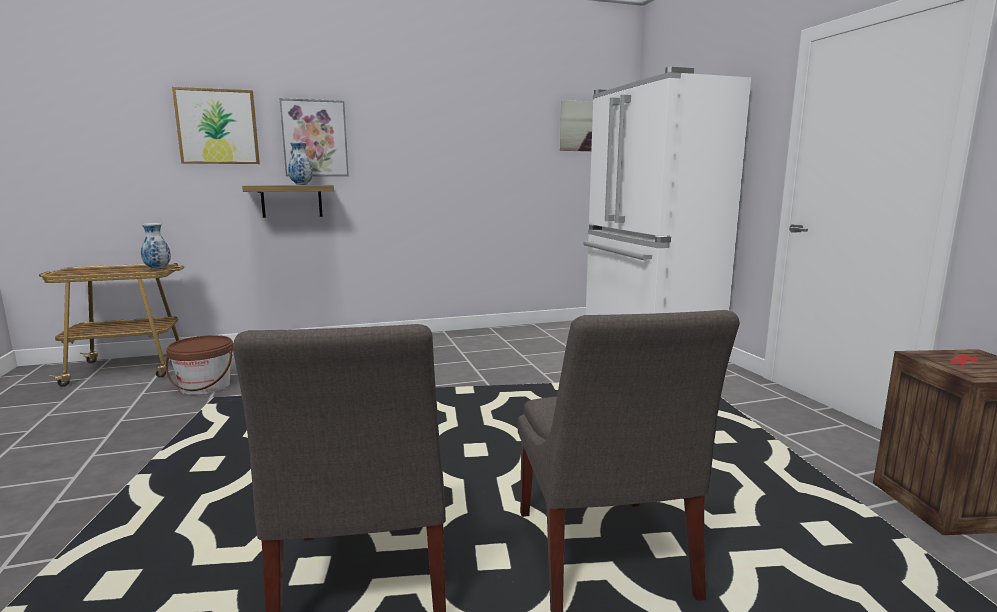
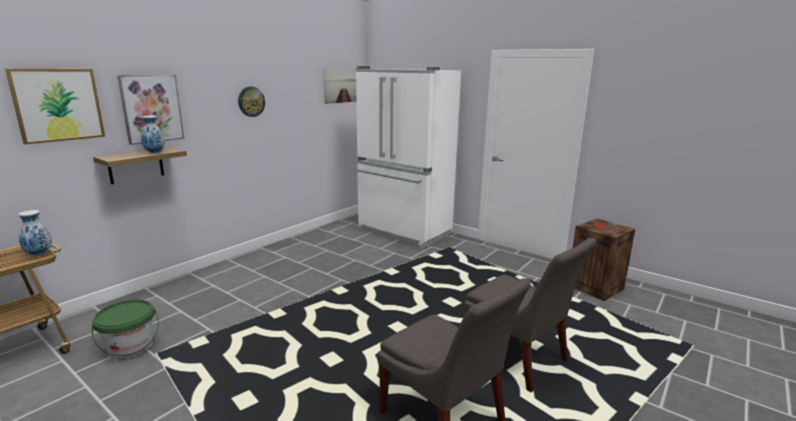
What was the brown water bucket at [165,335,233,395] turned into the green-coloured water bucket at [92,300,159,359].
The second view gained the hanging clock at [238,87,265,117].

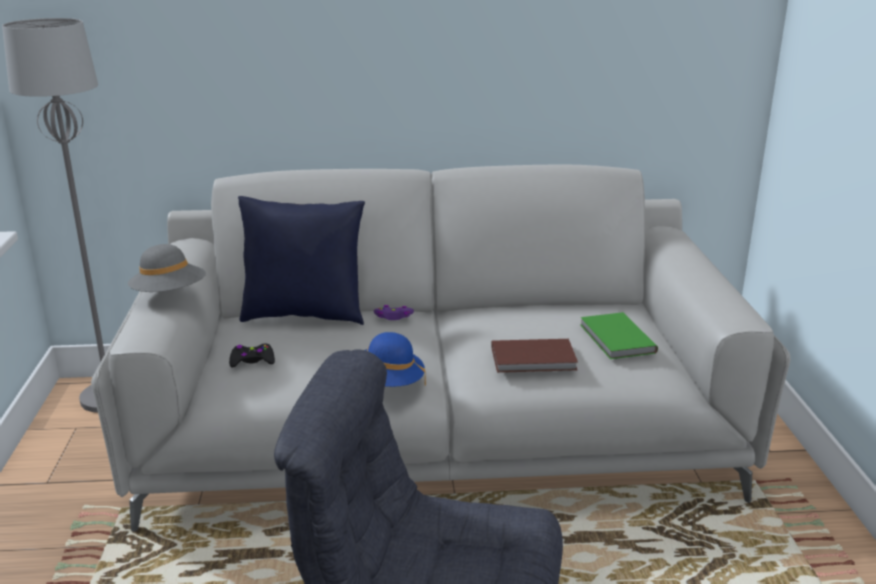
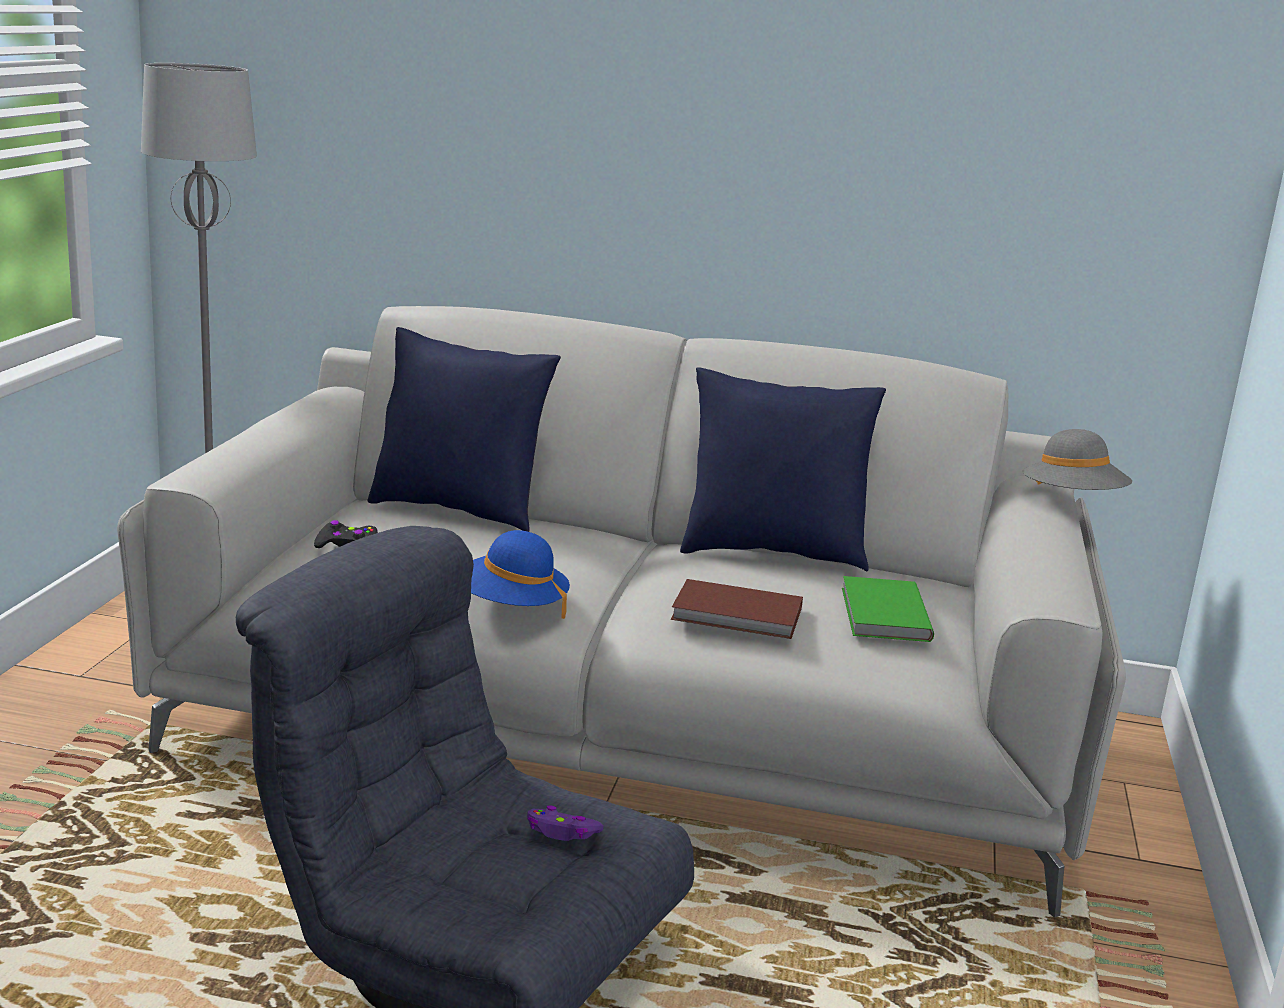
The purple-coloured game controller ended up elsewhere, having gone from [374,305,414,320] to [527,805,604,841].
The second view gained the bluish pillow at [680,367,886,571].
The gray clothing hat ended up elsewhere, having gone from [128,244,206,292] to [1022,429,1132,490].

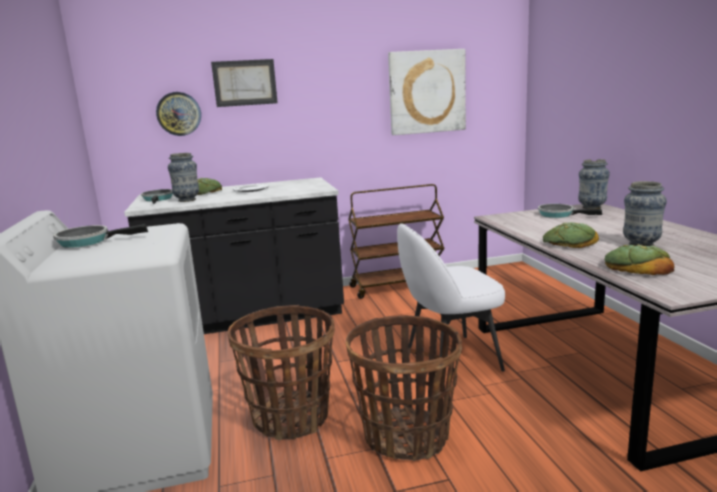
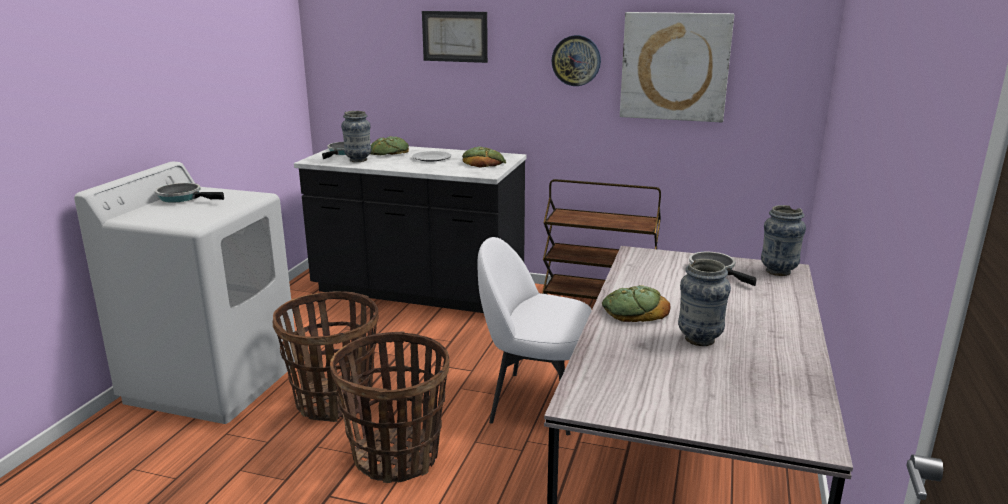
The bread ended up elsewhere, having gone from [604,245,675,275] to [462,146,506,168].
The hanging clock ended up elsewhere, having gone from [156,92,201,136] to [552,35,601,86].

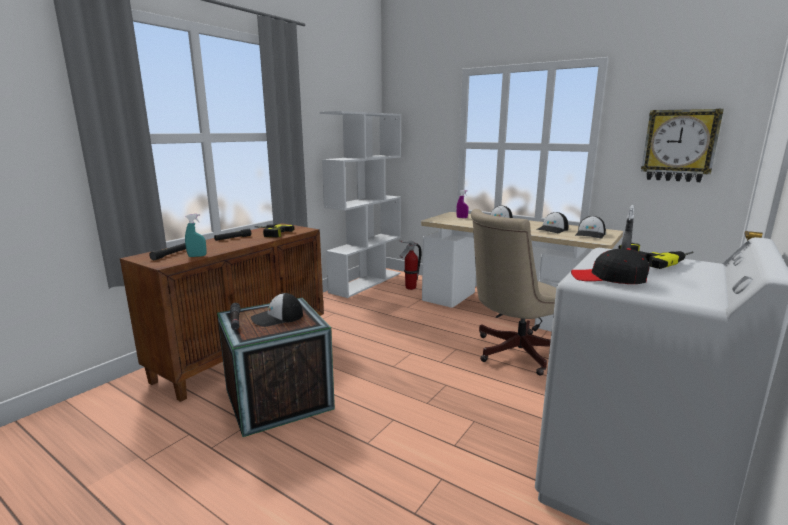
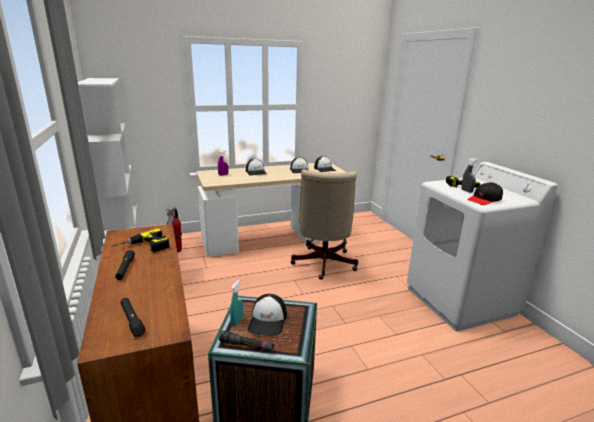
The turquoise sprayer ended up elsewhere, having gone from [185,214,207,257] to [230,280,243,326].
The second view lost the hanging clock at [641,109,724,182].

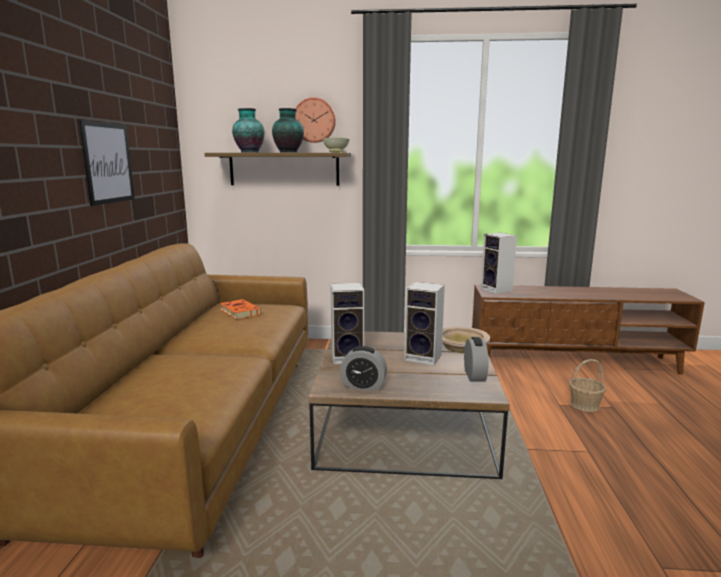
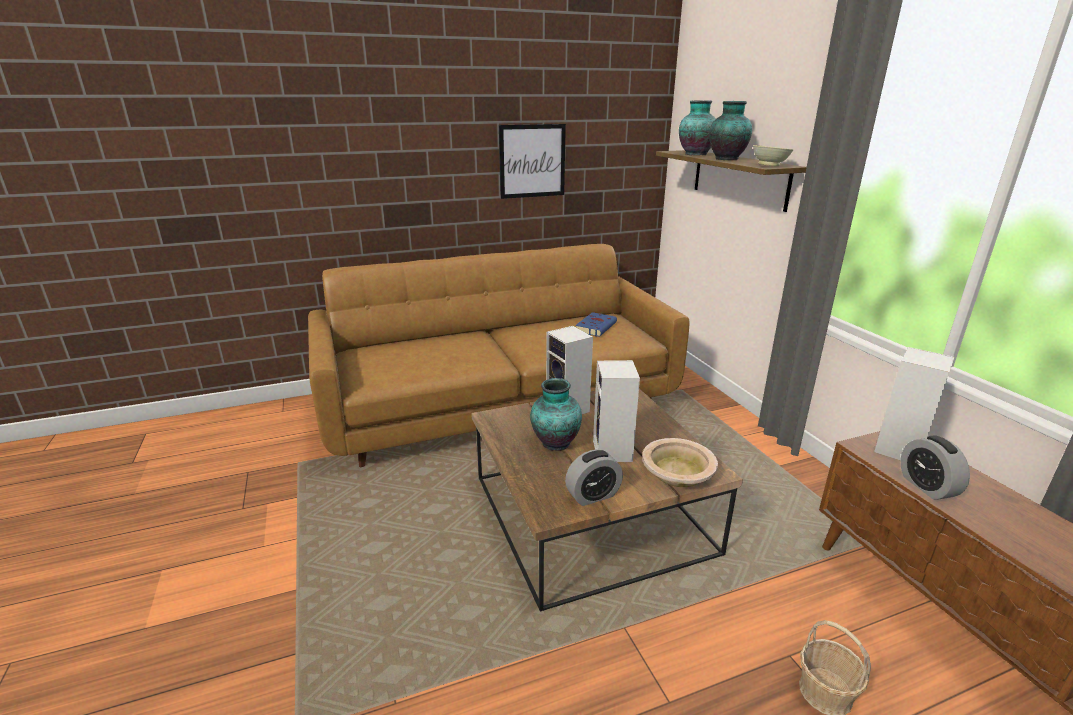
The second view gained the flower vase at [530,378,582,451].
What was the orange bound book at [220,299,262,319] turned into the bluish bound book at [575,312,617,337].
The alarm clock ended up elsewhere, having gone from [340,346,387,391] to [900,435,970,500].
The second view lost the hanging clock at [295,97,336,143].

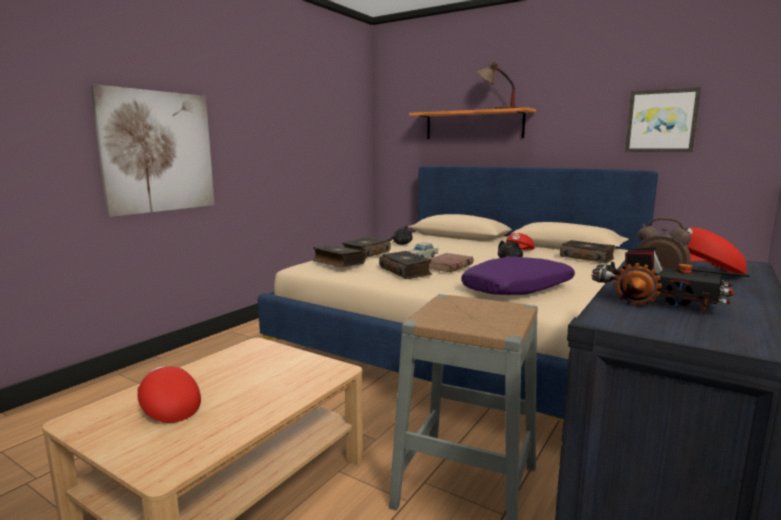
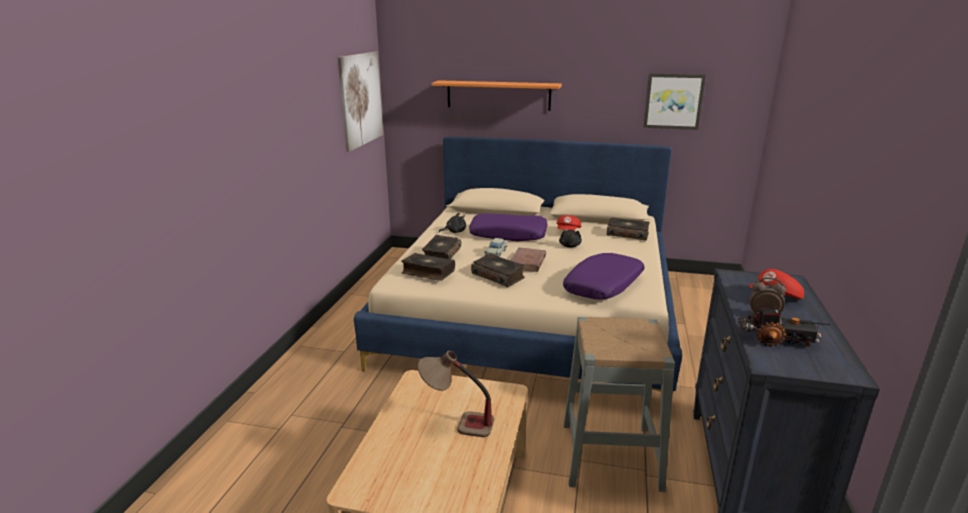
The wall art ended up elsewhere, having gone from [91,84,215,217] to [338,52,383,152].
The tabletop lamp ended up elsewhere, having gone from [477,62,517,109] to [418,351,494,437].
The second view gained the purple-coloured pillow at [469,213,548,241].
The second view lost the reddish baseball cap at [137,366,201,423].

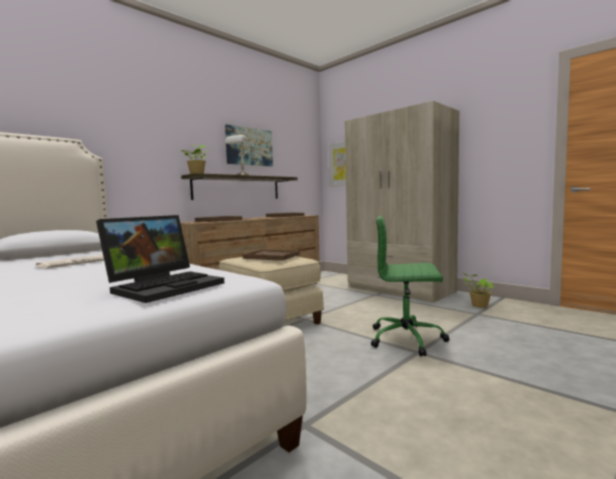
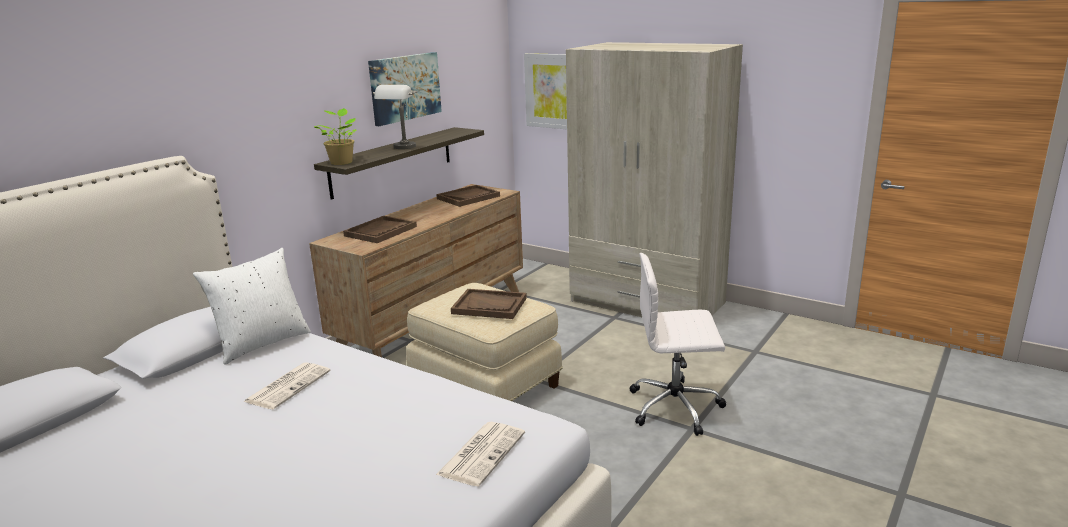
The second view gained the white-coloured pillow at [193,248,311,365].
Where the notebook computer stood at [96,215,224,303], the printed paper came to stand at [436,422,525,486].
What was the green-coloured office chair at [371,216,449,357] turned into the white-coloured office chair at [630,253,726,436].
The second view lost the houseplant at [463,273,493,308].

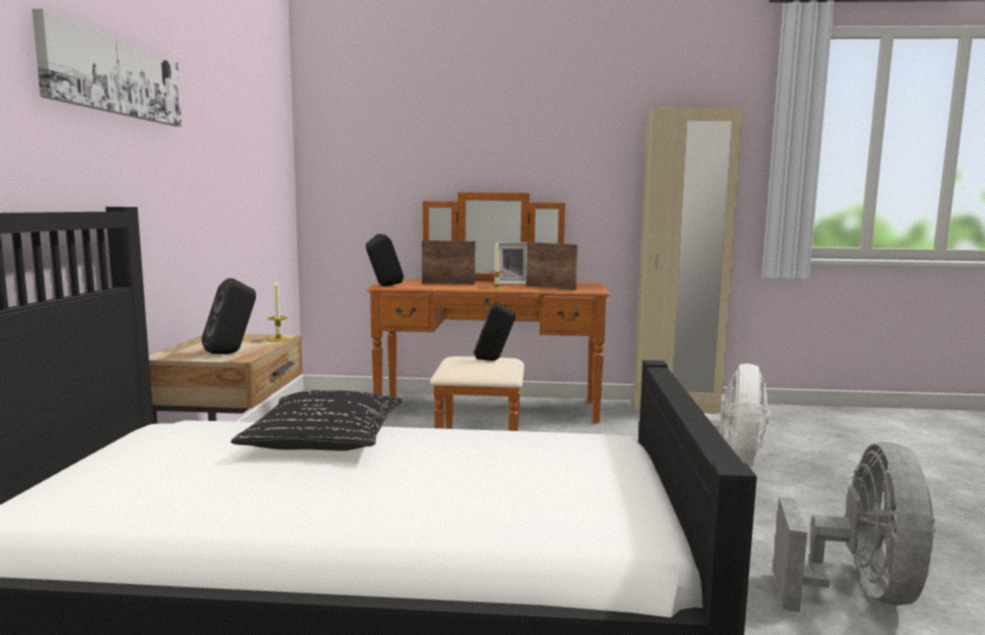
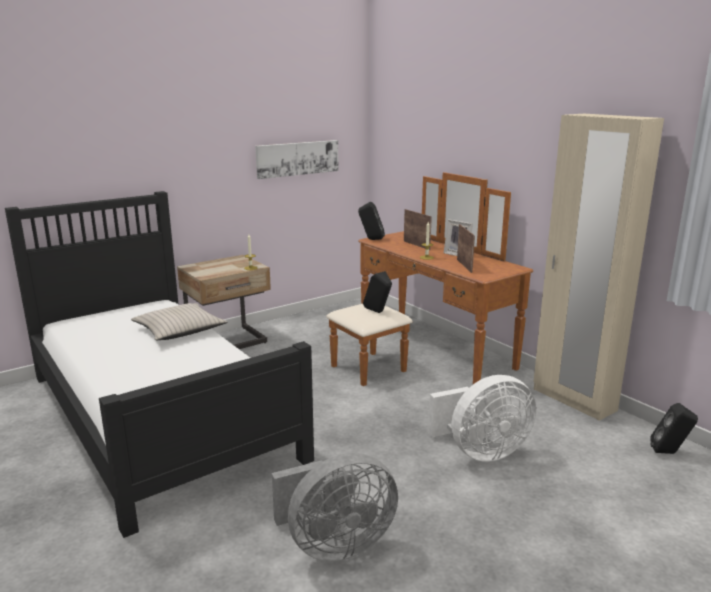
What was the black-coloured pillow at [231,390,402,451] turned into the sand-coloured pillow at [131,303,227,340].
The wall art ended up elsewhere, having gone from [32,9,182,126] to [255,140,339,179].
The black-coloured audio speaker ended up elsewhere, having gone from [201,278,256,354] to [650,403,698,454].

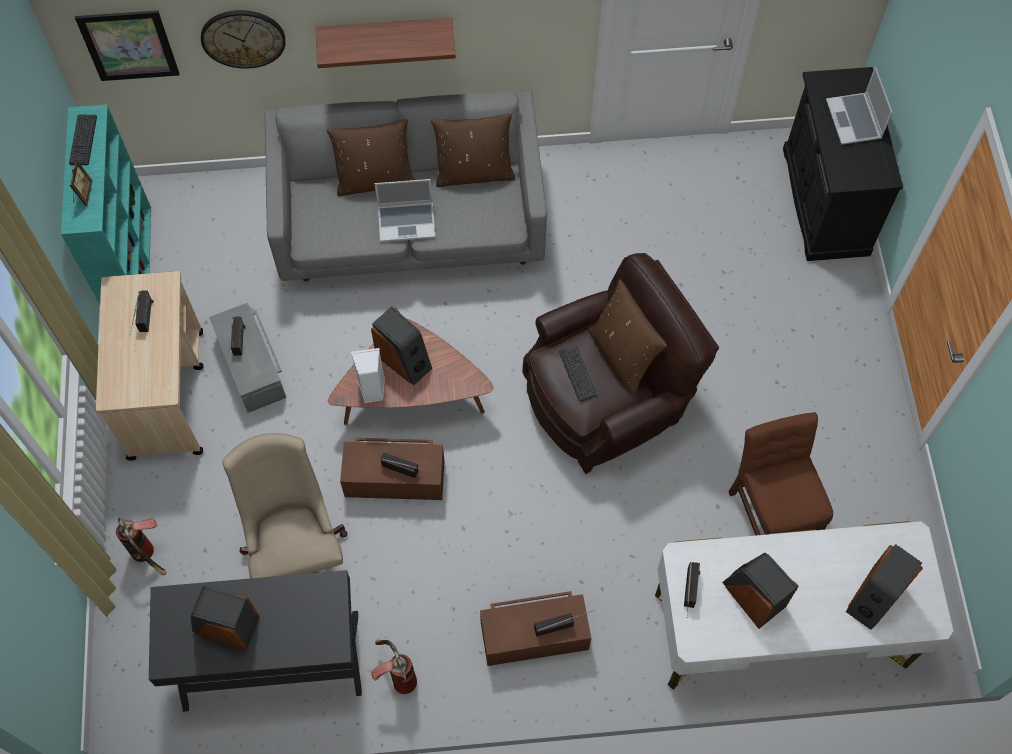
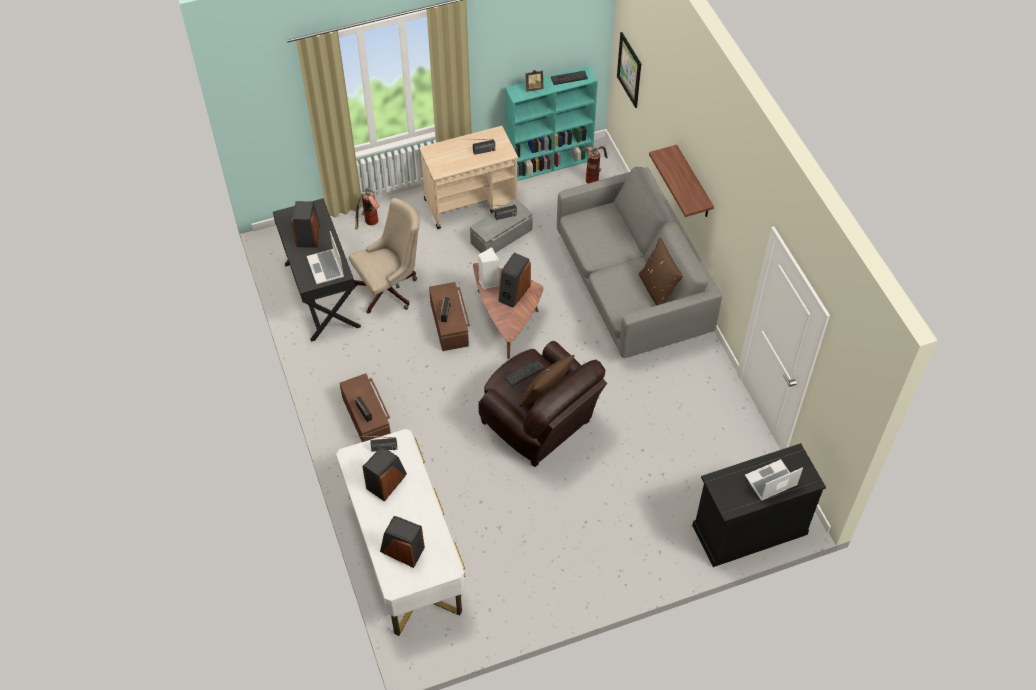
The notebook computer ended up elsewhere, having gone from [375,179,435,242] to [307,231,344,284].
The fire-fighting cylinder ended up elsewhere, having gone from [371,640,417,694] to [583,146,608,184].
The second view lost the hanging clock at [201,10,285,69].
The second view lost the brown pillow at [327,119,415,196].
The second view lost the brown plain chair at [728,412,833,535].

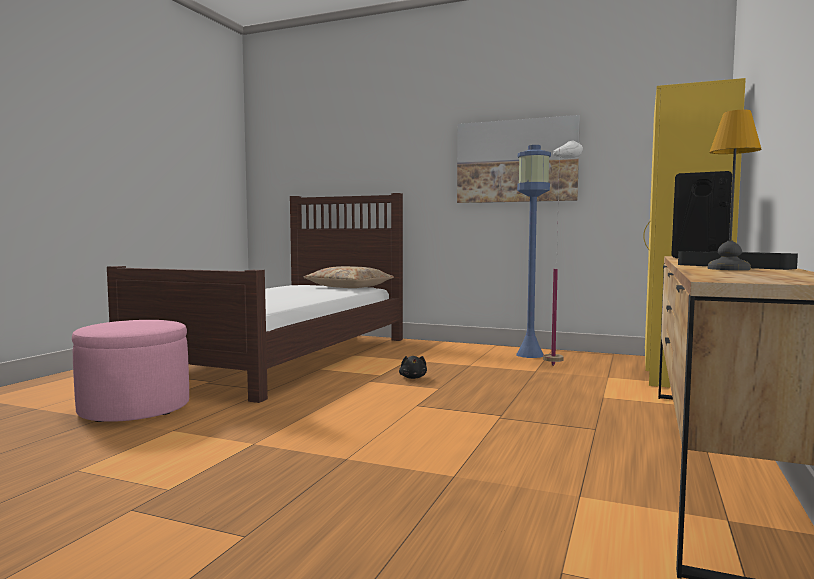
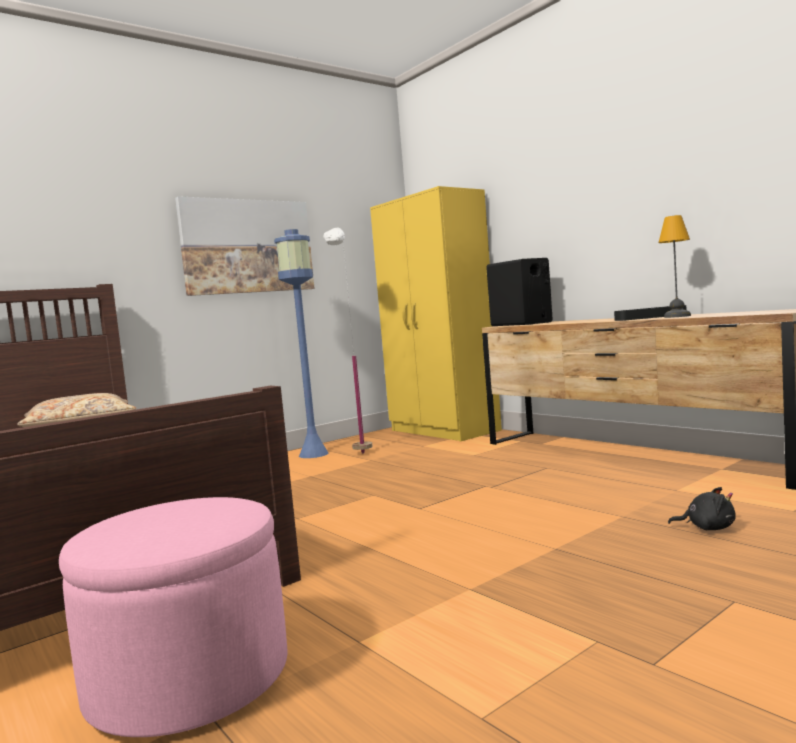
The black-coloured cuddly toy ended up elsewhere, having gone from [399,356,427,379] to [668,487,736,530].

